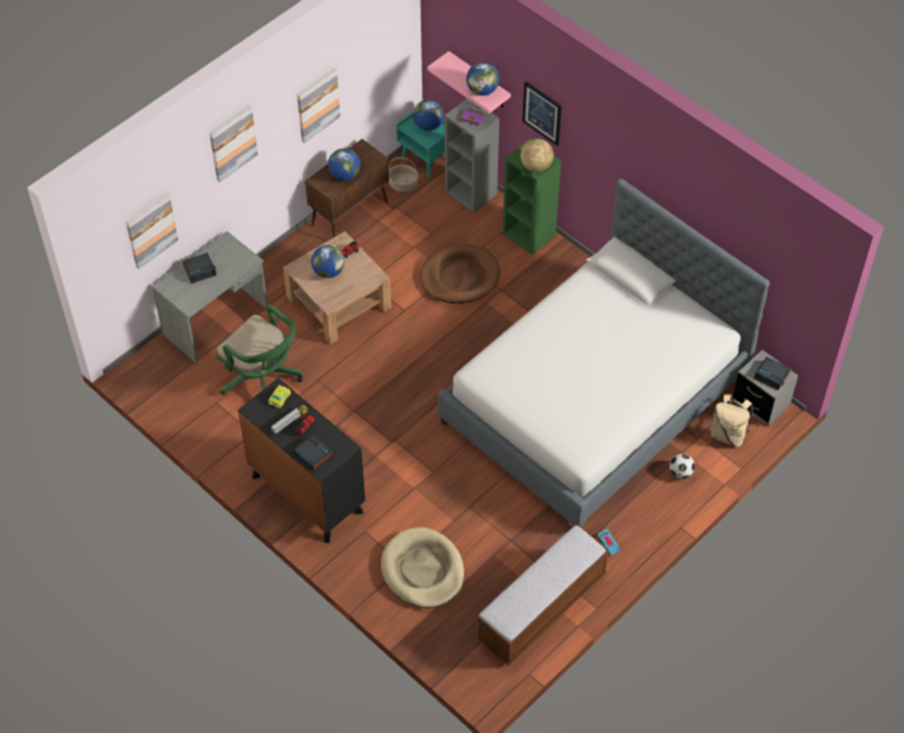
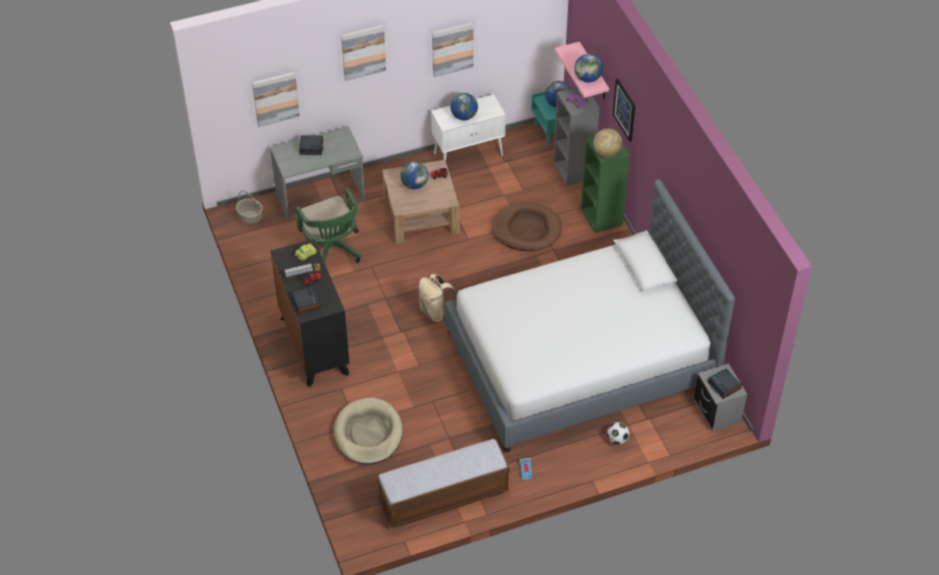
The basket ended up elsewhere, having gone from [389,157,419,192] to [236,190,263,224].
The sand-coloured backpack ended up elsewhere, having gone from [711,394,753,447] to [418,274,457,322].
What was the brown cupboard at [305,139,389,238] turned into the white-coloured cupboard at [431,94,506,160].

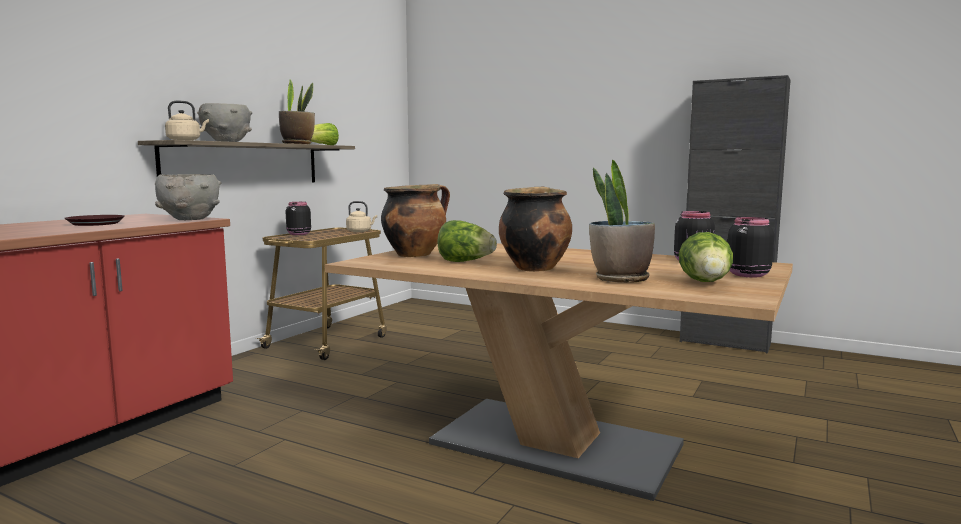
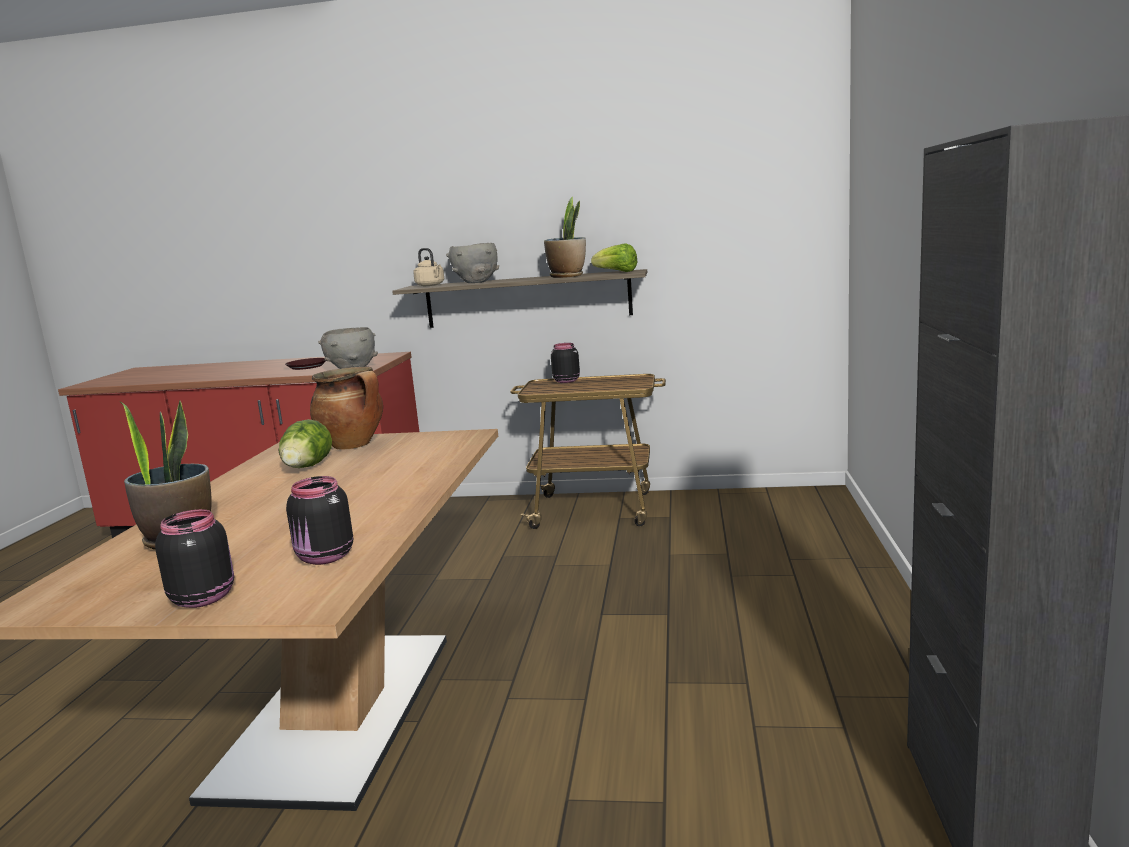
The second view lost the sand-coloured kettle at [346,201,377,232].
The second view lost the saucepot at [499,186,572,272].
The second view lost the lettuce at [679,232,733,282].

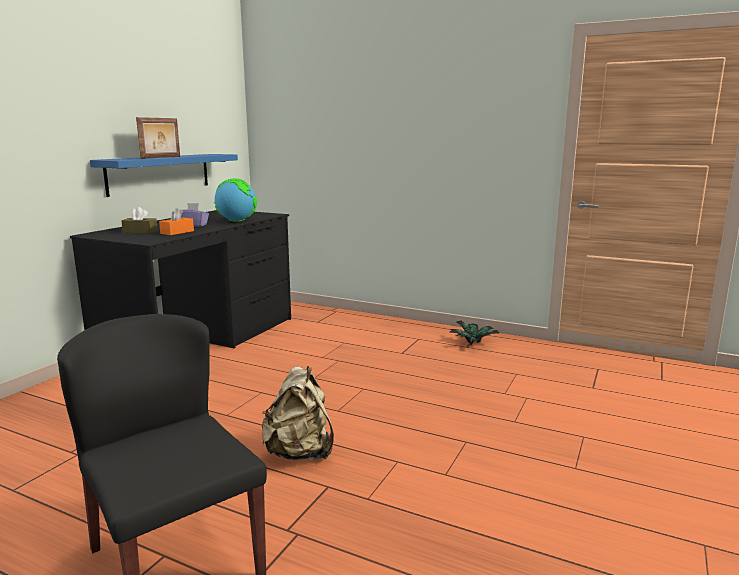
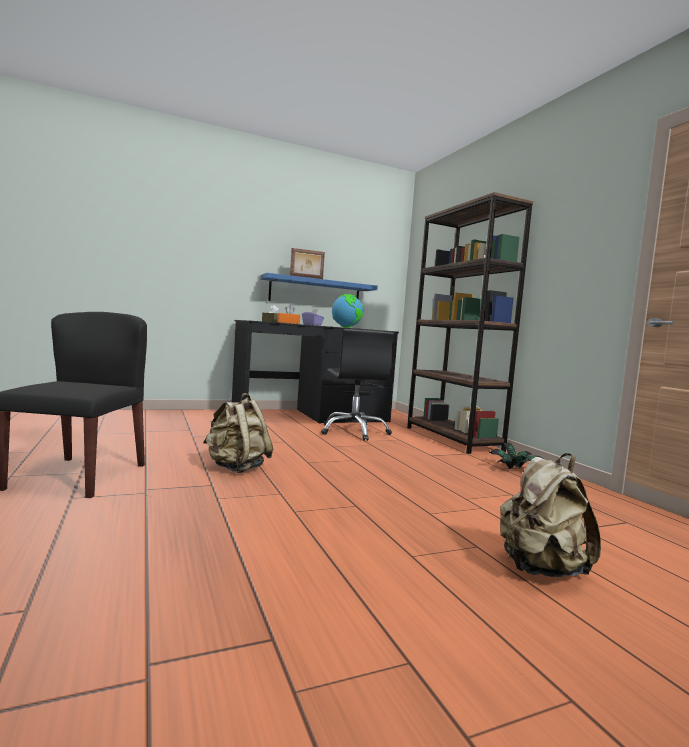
The second view gained the black-coloured office chair at [321,329,395,441].
The second view gained the brown shelving unit at [407,192,533,454].
The second view gained the sand-coloured backpack at [500,453,601,577].

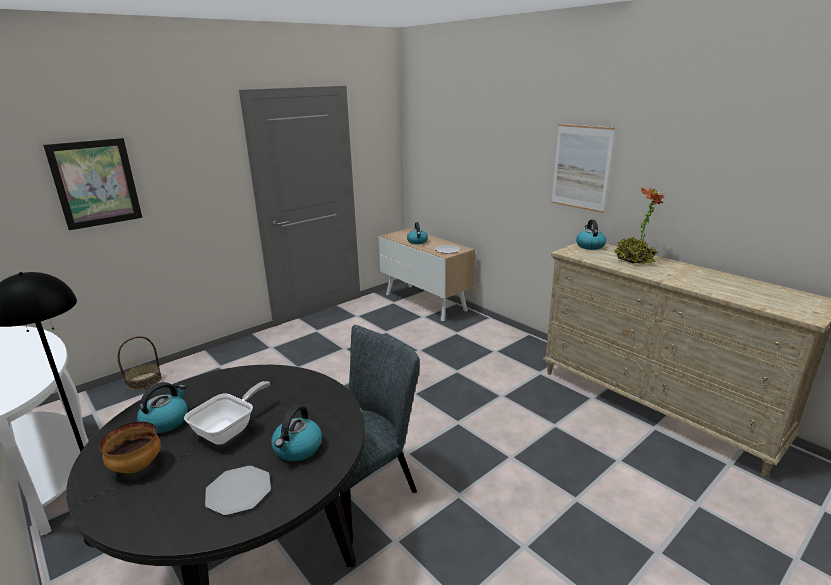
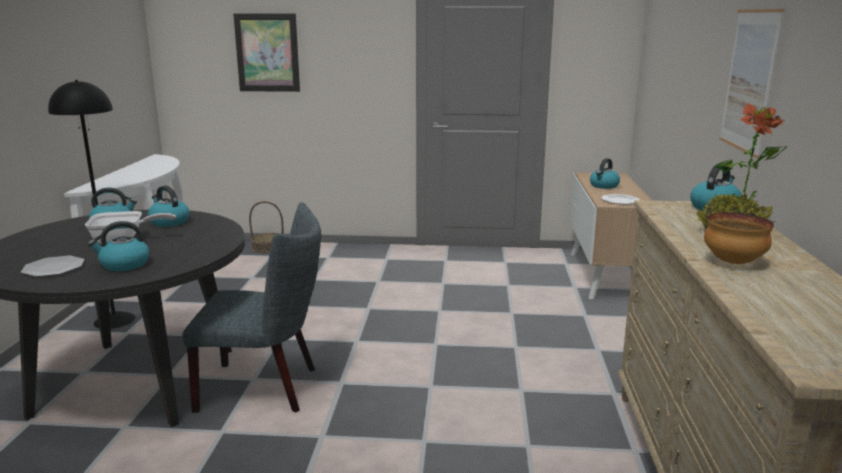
The second view gained the kettle at [148,186,190,227].
The deep dish ended up elsewhere, having gone from [99,422,161,473] to [704,212,774,264].

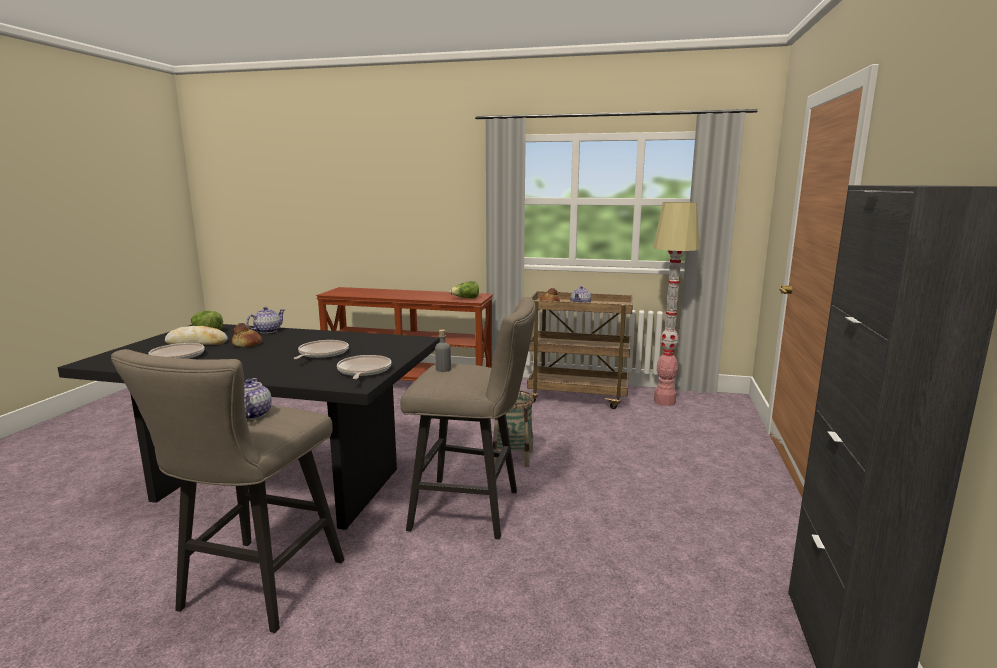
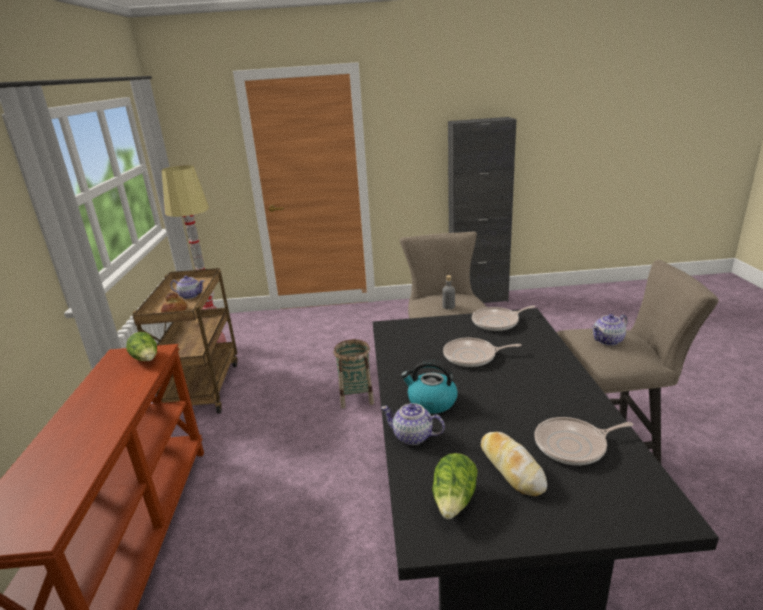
The second view gained the kettle at [401,360,458,414].
The second view lost the bread at [232,323,262,347].

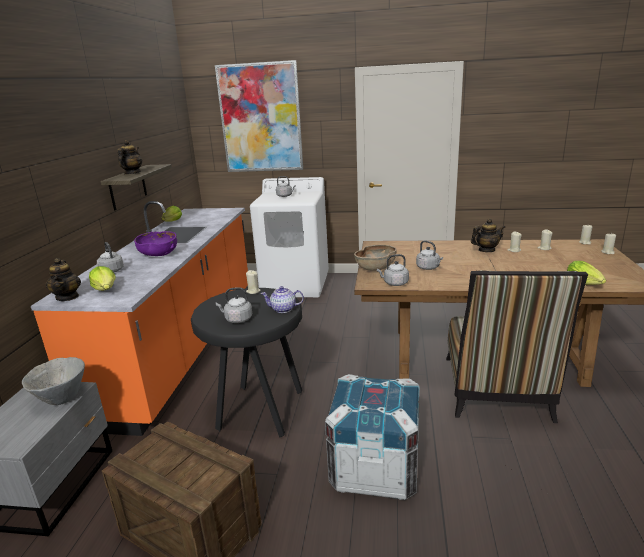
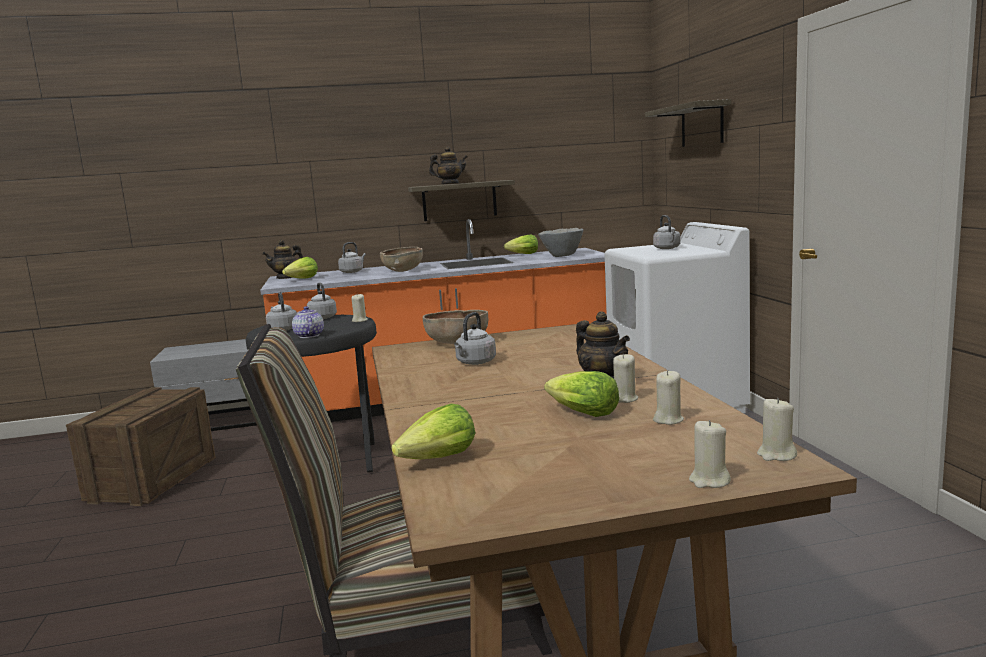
The gray kettle ended up elsewhere, having gone from [377,254,409,286] to [307,282,337,319].
What was the purple-coloured deep dish at [134,231,177,256] turned into the brown deep dish at [380,247,423,272].
The gray deep dish ended up elsewhere, having gone from [22,357,85,405] to [538,228,583,257].
The second view gained the lettuce at [544,371,619,417].
Where the wall art hung at [215,60,303,172], the shelf came to hang at [645,99,731,147].
The second view lost the shipping crate at [325,374,420,500].

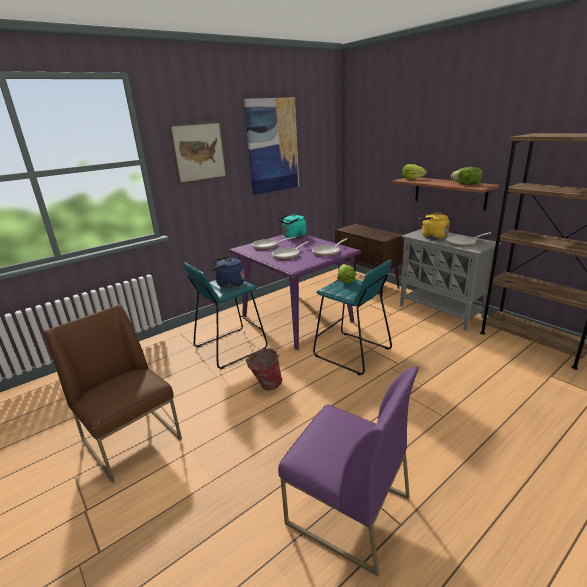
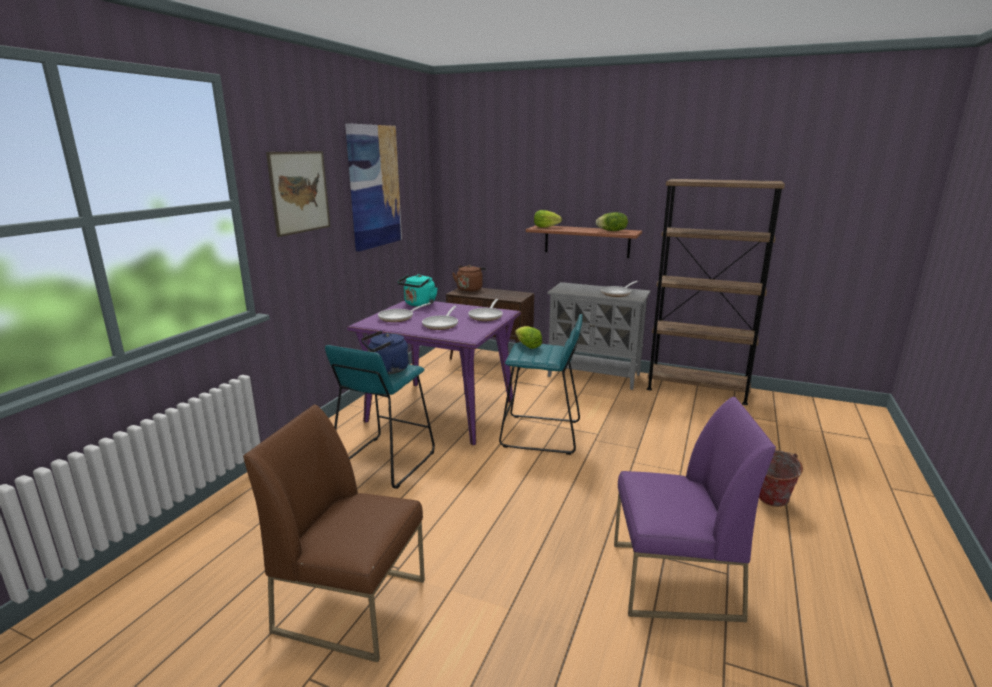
The second view gained the brown kettle at [452,265,486,292].
The water bucket ended up elsewhere, having gone from [246,348,282,390] to [759,450,803,507].
The second view lost the yellow kettle at [419,212,450,240].

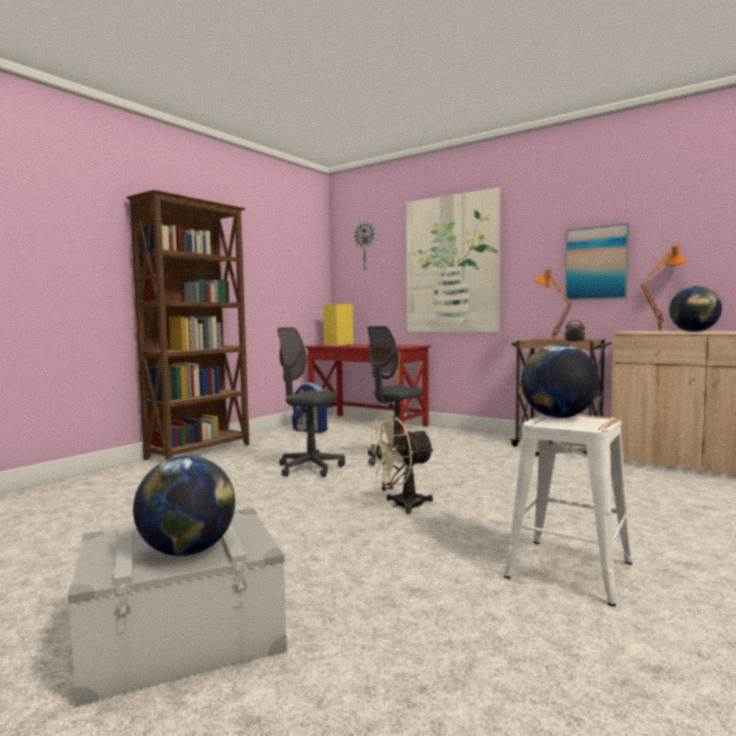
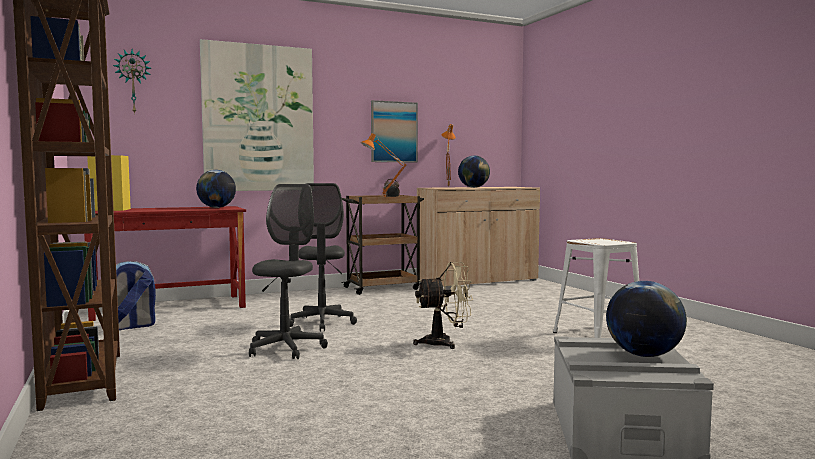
The globe ended up elsewhere, having gone from [521,344,599,418] to [196,170,236,208].
The gray office chair at [277,327,345,477] ended up facing another way, 135 degrees clockwise from before.
The sand-coloured electric fan at [367,416,435,514] ended up facing another way, 105 degrees counterclockwise from before.

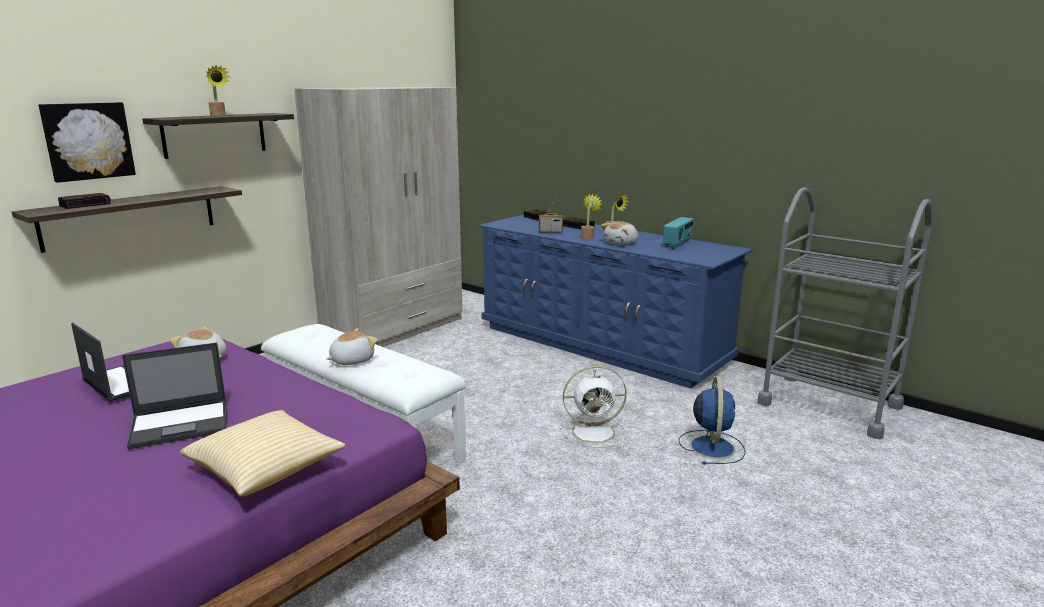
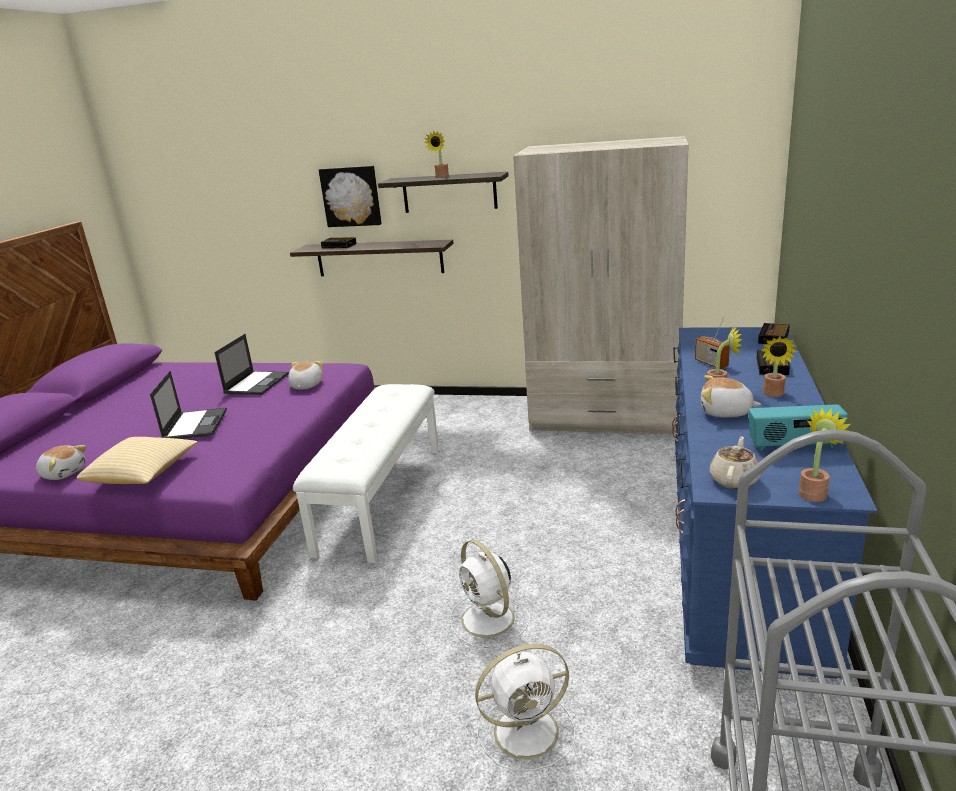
The cuddly toy ended up elsewhere, having gone from [326,328,378,365] to [36,445,86,480].
The notebook computer at [122,343,227,450] ended up facing another way, 135 degrees counterclockwise from before.
What was the bluish electric fan at [679,376,746,464] turned into the white-coloured electric fan at [474,644,575,771].
The second view gained the sand-coloured pot for tea at [710,436,760,489].
The second view gained the houseplant at [799,408,851,502].

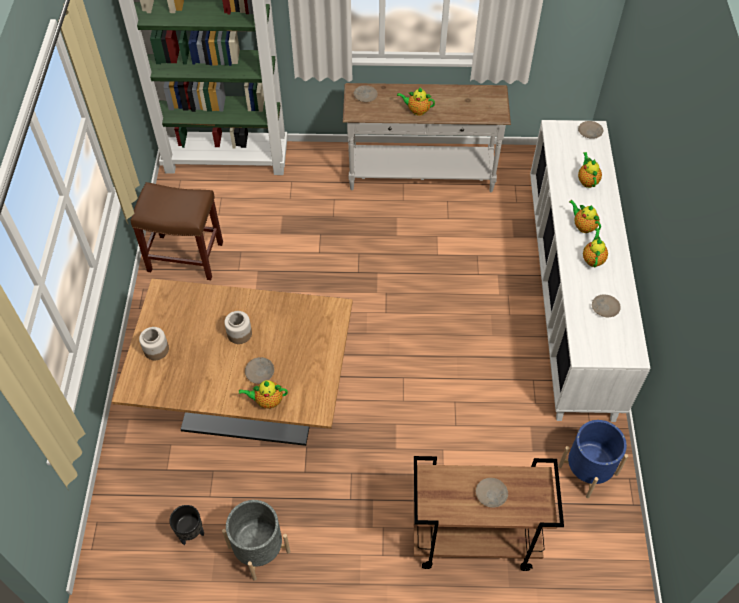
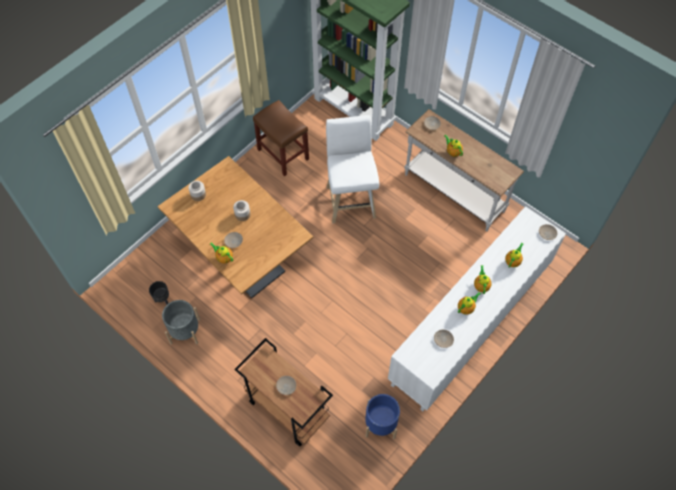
The second view gained the white-coloured stool seat at [326,115,379,223].

